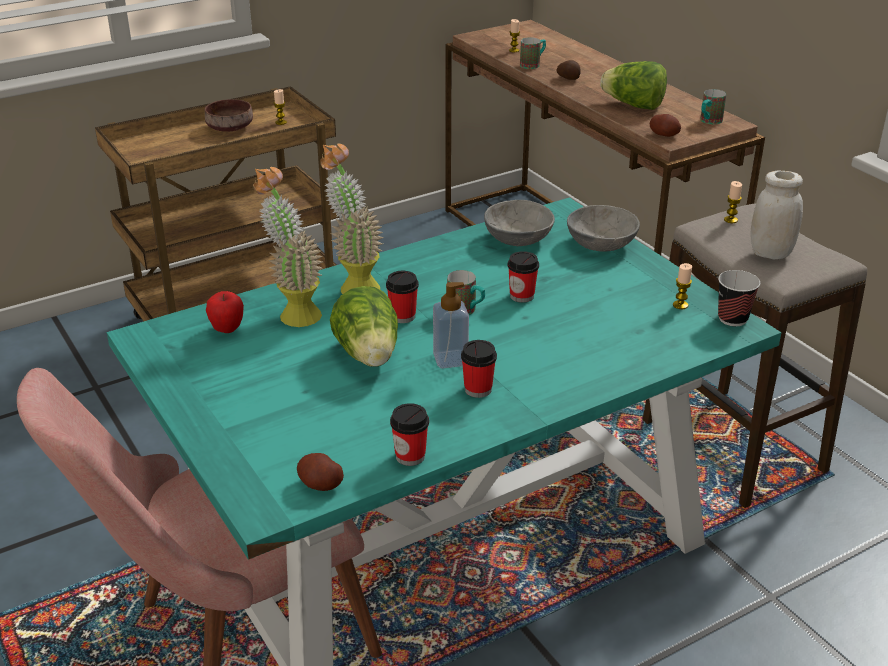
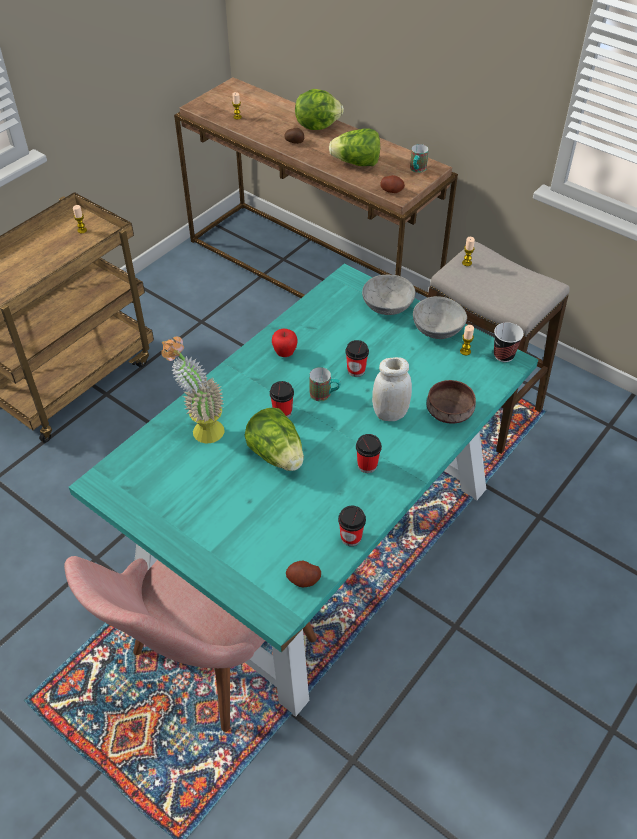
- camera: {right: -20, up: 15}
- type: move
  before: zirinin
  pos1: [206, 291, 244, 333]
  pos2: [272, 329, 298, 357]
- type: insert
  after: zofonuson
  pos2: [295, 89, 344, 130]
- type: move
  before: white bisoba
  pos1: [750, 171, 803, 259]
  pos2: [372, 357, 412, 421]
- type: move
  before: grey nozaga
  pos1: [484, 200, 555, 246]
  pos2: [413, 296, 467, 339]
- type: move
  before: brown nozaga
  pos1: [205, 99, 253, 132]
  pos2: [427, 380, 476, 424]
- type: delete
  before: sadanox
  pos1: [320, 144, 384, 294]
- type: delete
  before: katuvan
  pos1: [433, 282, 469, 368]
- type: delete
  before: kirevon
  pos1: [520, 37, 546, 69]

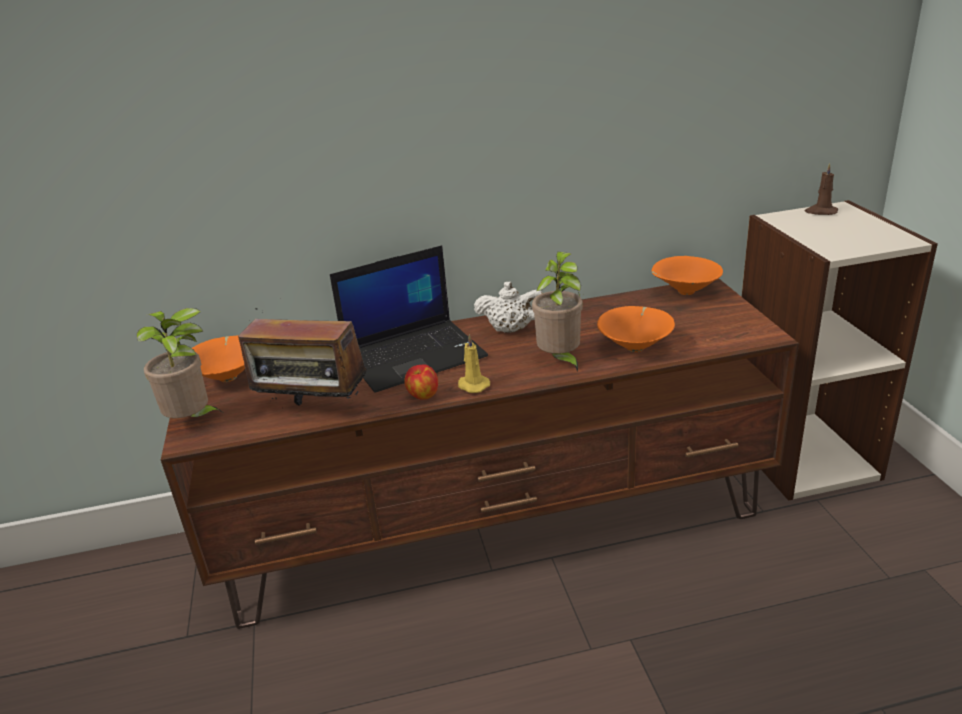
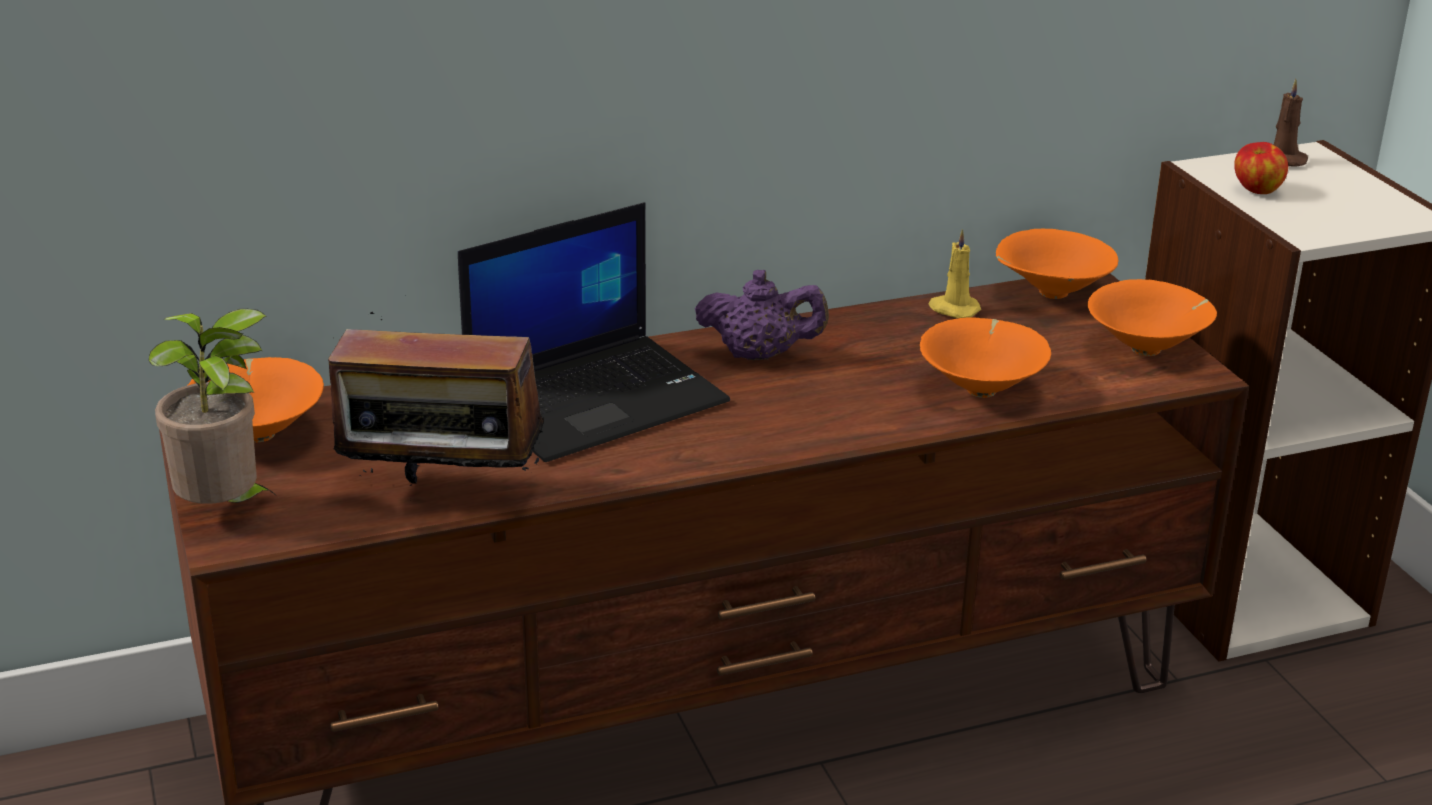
- camera: {right: -10, up: 0}
- type: recolor
  before: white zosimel
  after: purple zosimel
  pos1: [474, 282, 543, 333]
  pos2: [695, 270, 829, 360]
- type: move
  before: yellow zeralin
  pos1: [458, 334, 490, 393]
  pos2: [929, 229, 981, 318]
- type: insert
  after: orange nozaga
  pos2: [1087, 279, 1217, 356]
- type: move
  before: zirinin
  pos1: [404, 364, 438, 400]
  pos2: [1234, 142, 1288, 194]
- type: delete
  before: sadanox
  pos1: [532, 252, 583, 372]

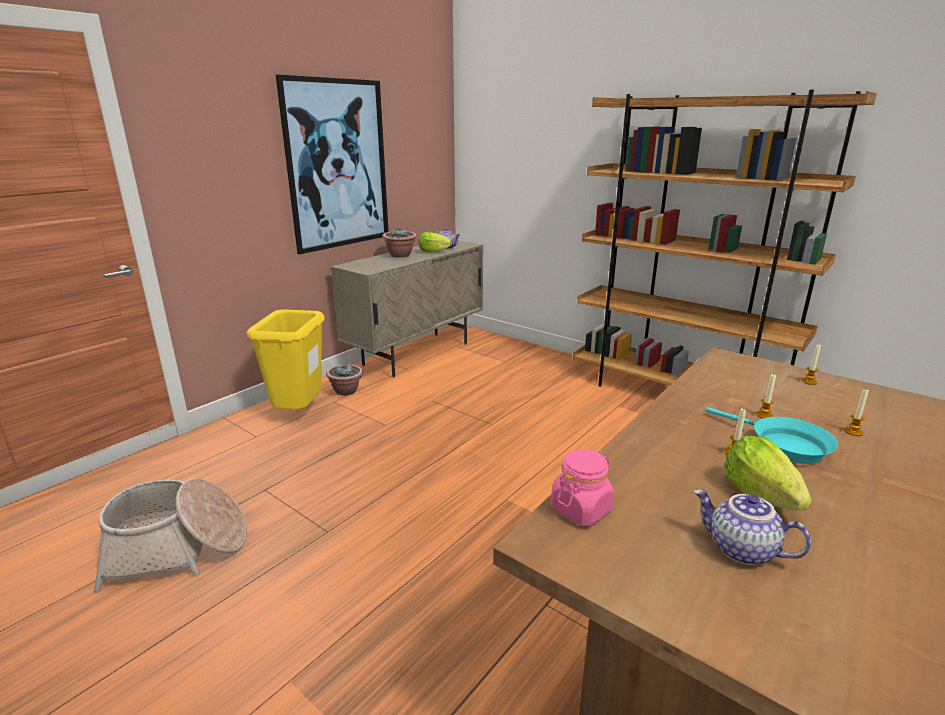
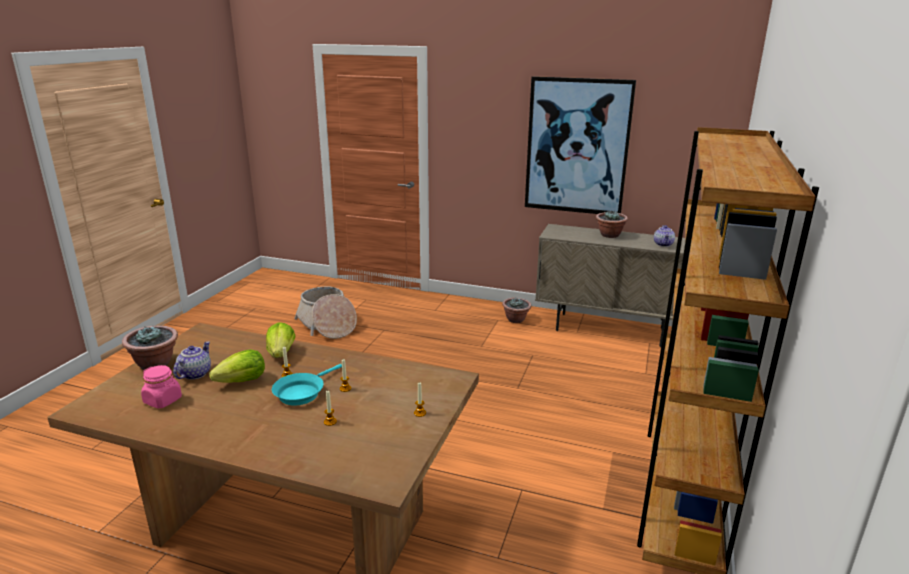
- camera: {right: 70, up: 0}
- type: insert
  after: sadanox
  pos2: [122, 326, 178, 370]
- type: move
  before: pink bisoba
  pos1: [551, 449, 615, 526]
  pos2: [141, 365, 182, 409]
- type: move
  before: zofonuson
  pos1: [419, 232, 452, 253]
  pos2: [266, 322, 295, 358]
- type: delete
  before: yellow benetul
  pos1: [247, 310, 325, 410]

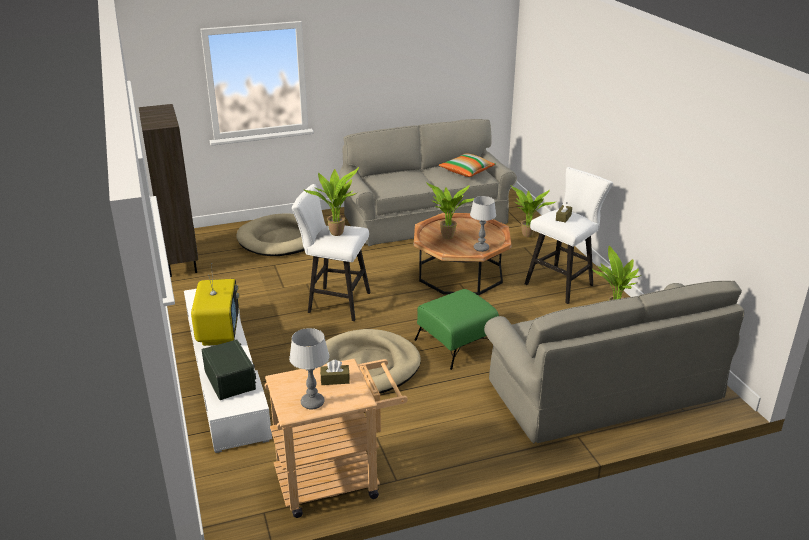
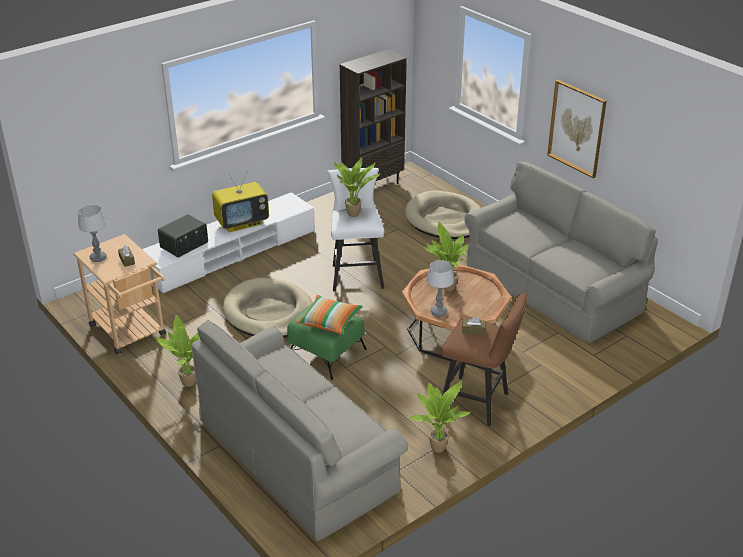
- camera: {right: 70, up: 5}
- type: move
  before: sadanox
  pos1: [510, 185, 555, 237]
  pos2: [156, 315, 200, 387]
- type: move
  before: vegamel
  pos1: [438, 153, 496, 177]
  pos2: [296, 295, 363, 335]
- type: recolor
  before: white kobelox
  after: brown kobelox
  pos1: [525, 167, 613, 304]
  pos2: [441, 293, 527, 426]
- type: insert
  after: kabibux
  pos2: [547, 80, 607, 178]

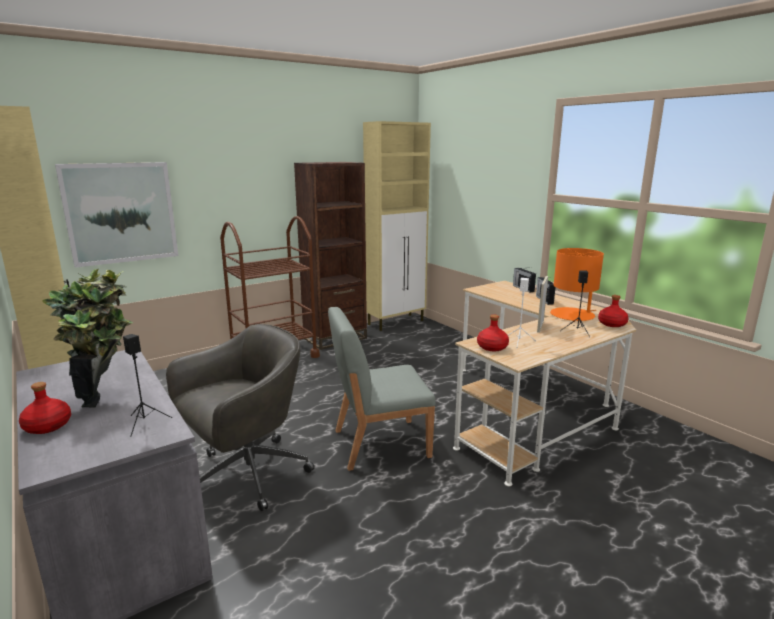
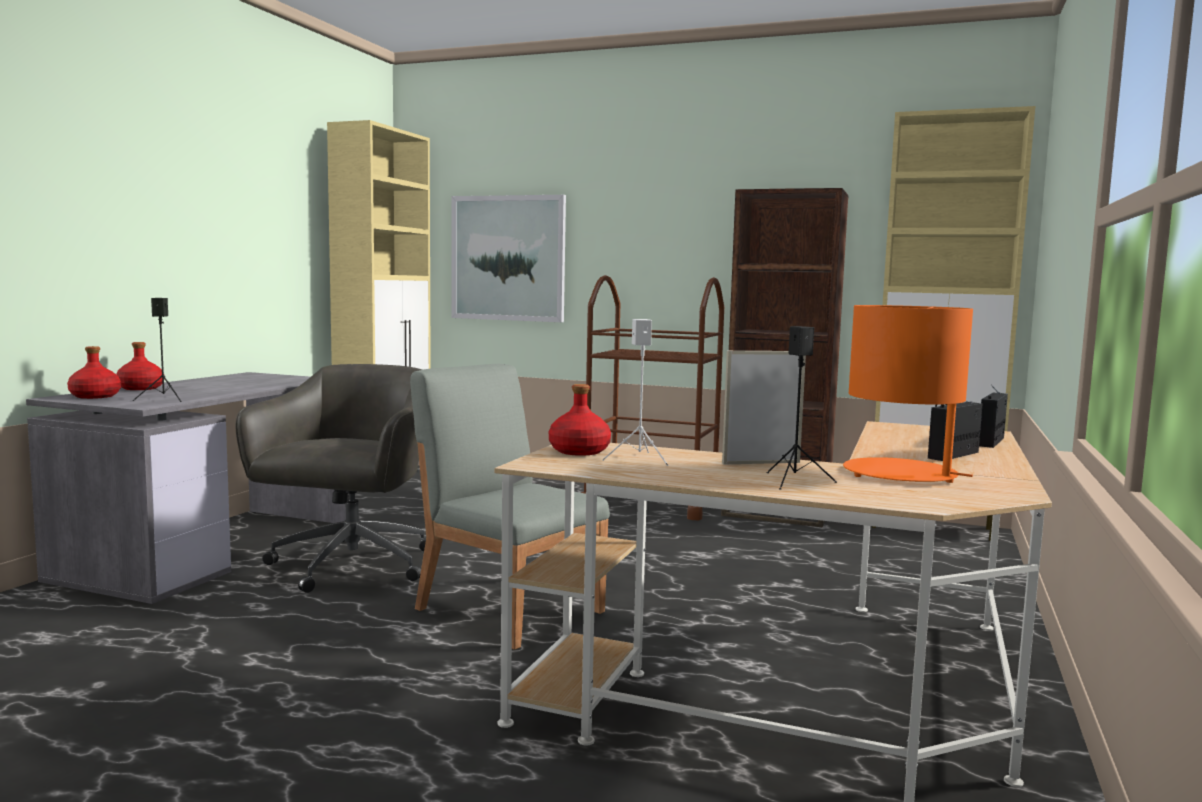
- camera: {right: 55, up: -10}
- type: move
  before: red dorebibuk
  pos1: [598, 295, 629, 327]
  pos2: [67, 346, 121, 399]
- type: rotate
  before: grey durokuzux
  pos1: [166, 324, 315, 511]
  pos2: [236, 364, 426, 593]
  turn: -90
- type: delete
  before: sadanox
  pos1: [43, 269, 133, 408]

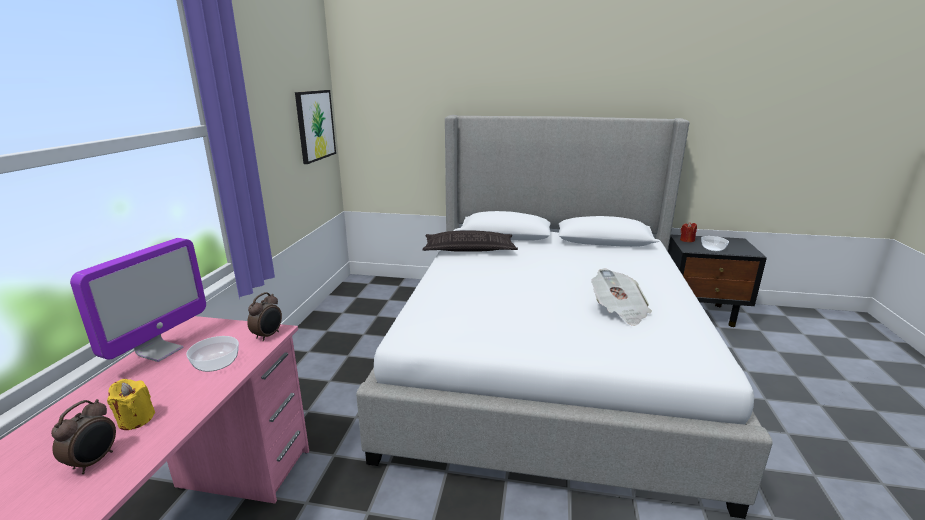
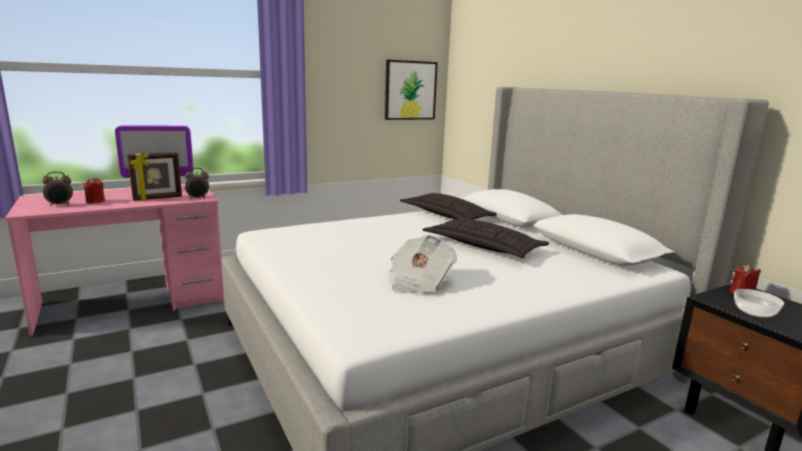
- camera: {right: 50, up: -5}
- type: recolor
  before: yellow zeralin
  after: red zeralin
  pos1: [107, 379, 155, 430]
  pos2: [83, 178, 105, 204]
- type: replace
  before: nozaga
  after: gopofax
  pos1: [186, 336, 239, 372]
  pos2: [127, 152, 182, 201]
- type: insert
  after: vegamel
  pos2: [423, 219, 549, 258]

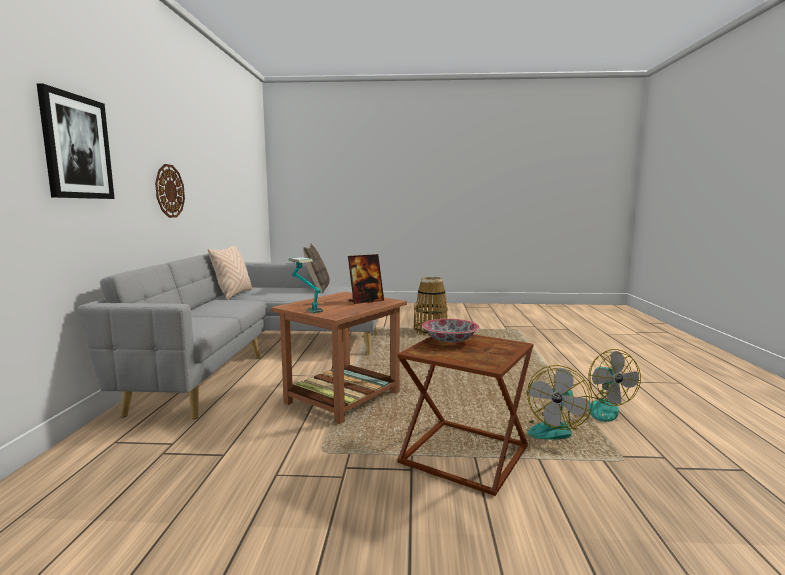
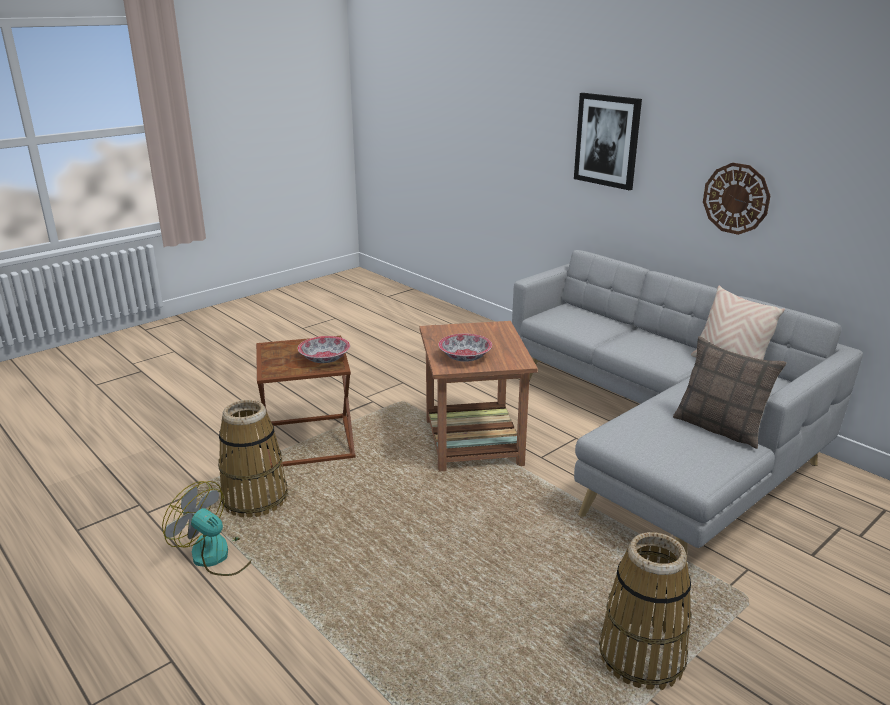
- camera: {right: 135, up: 15}
- type: replace
  before: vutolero
  after: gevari
  pos1: [527, 365, 593, 440]
  pos2: [218, 400, 288, 518]
- type: replace
  before: gopofax
  after: nozaga
  pos1: [348, 254, 384, 304]
  pos2: [438, 334, 492, 362]
- type: delete
  before: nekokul
  pos1: [288, 257, 323, 313]

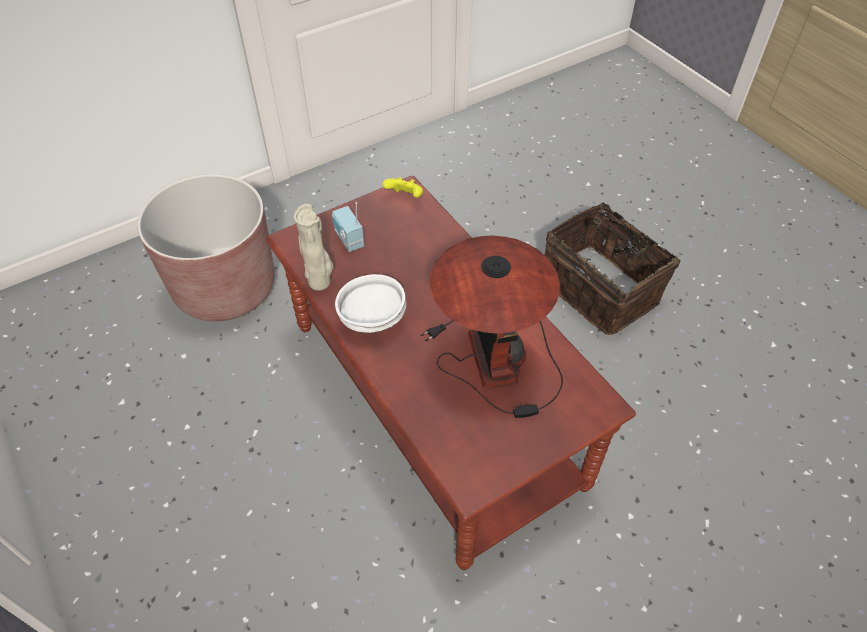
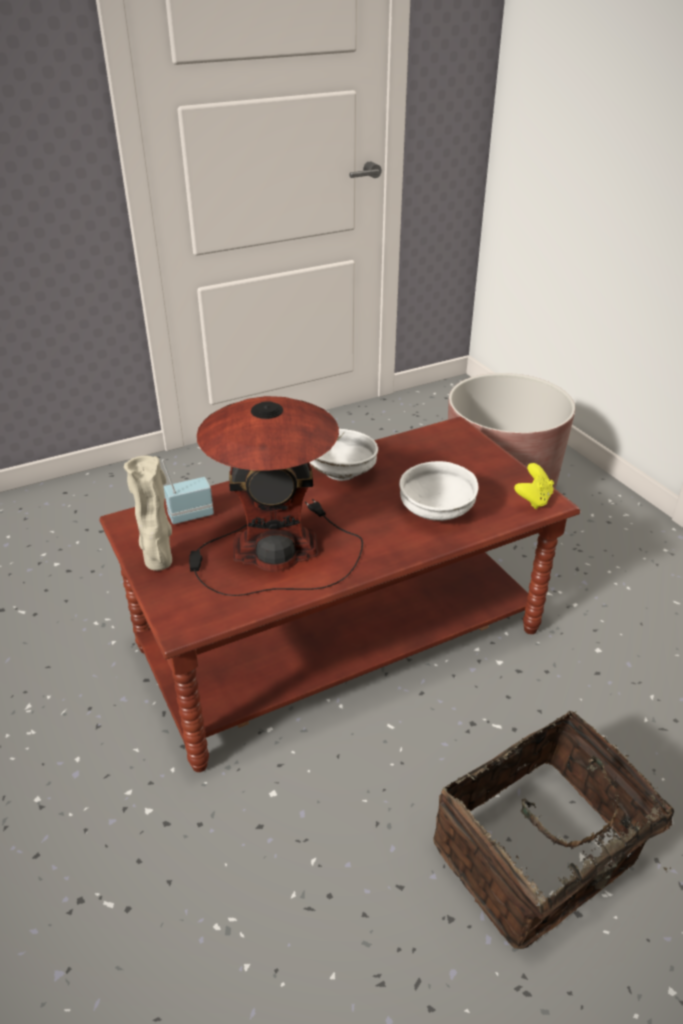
- camera: {right: 95, up: -15}
- type: move
  before: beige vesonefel
  pos1: [294, 204, 333, 291]
  pos2: [124, 456, 172, 571]
- type: move
  before: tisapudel
  pos1: [332, 202, 364, 252]
  pos2: [162, 459, 214, 524]
- type: insert
  after: white nozaga
  pos2: [399, 461, 478, 521]

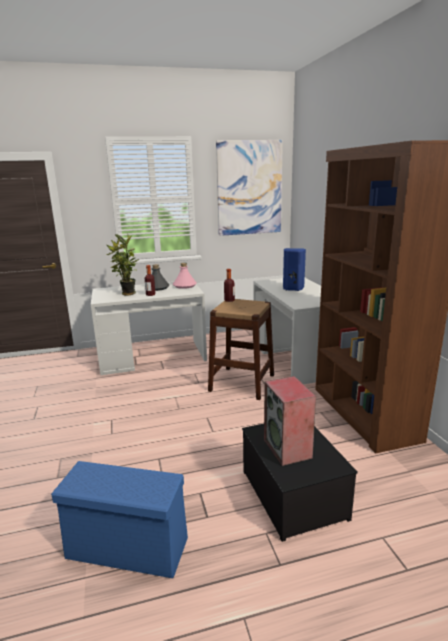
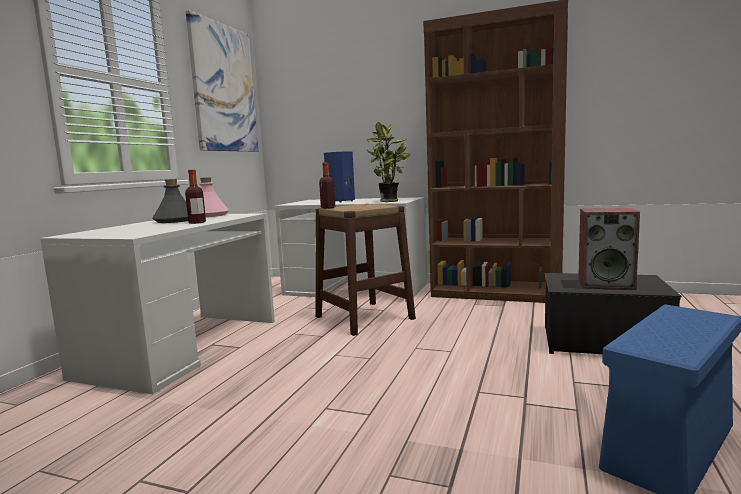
- camera: {right: -55, up: -10}
- type: move
  before: sadanox
  pos1: [106, 234, 139, 296]
  pos2: [366, 122, 410, 202]

